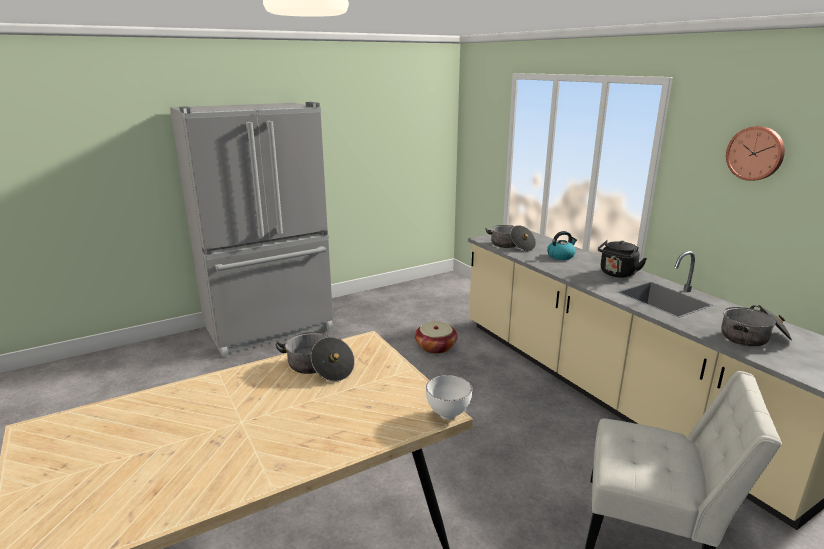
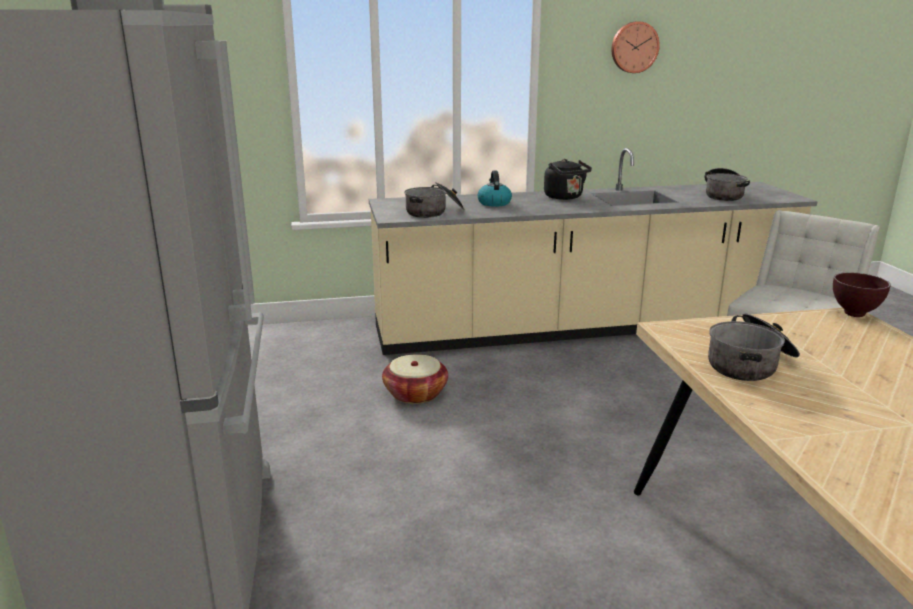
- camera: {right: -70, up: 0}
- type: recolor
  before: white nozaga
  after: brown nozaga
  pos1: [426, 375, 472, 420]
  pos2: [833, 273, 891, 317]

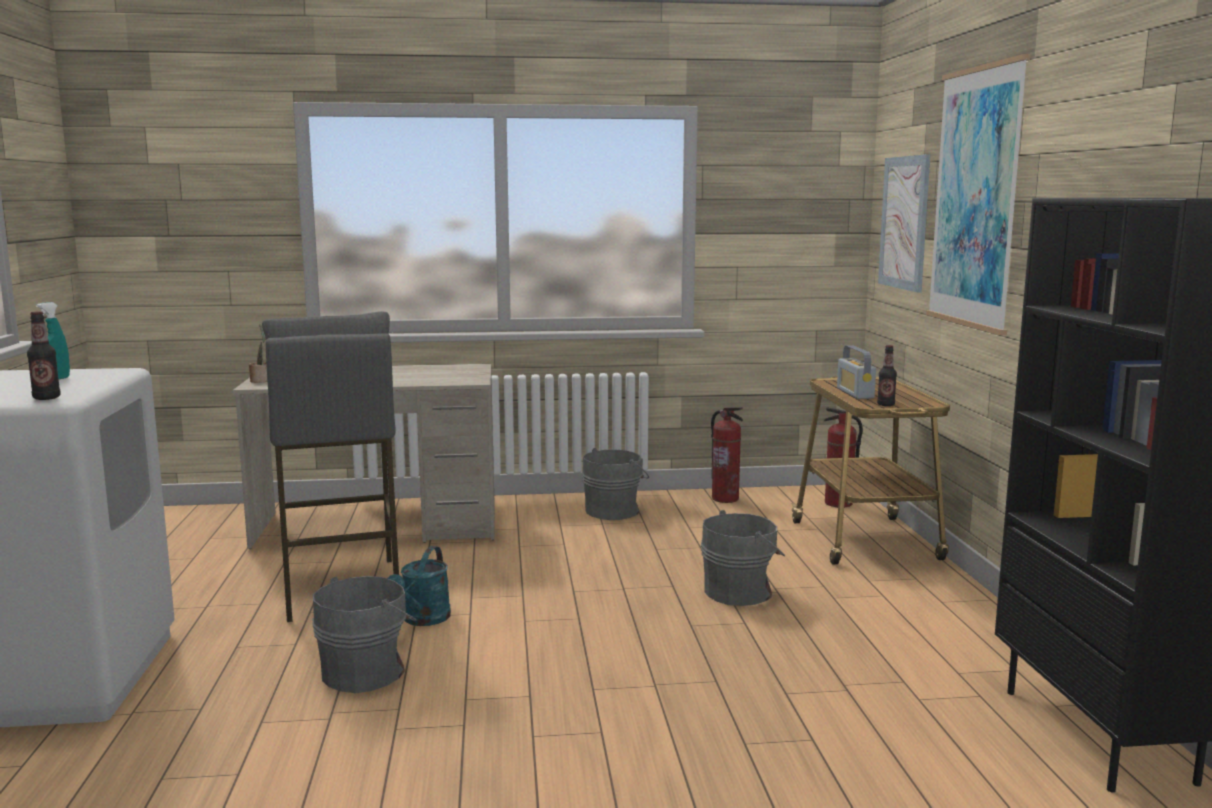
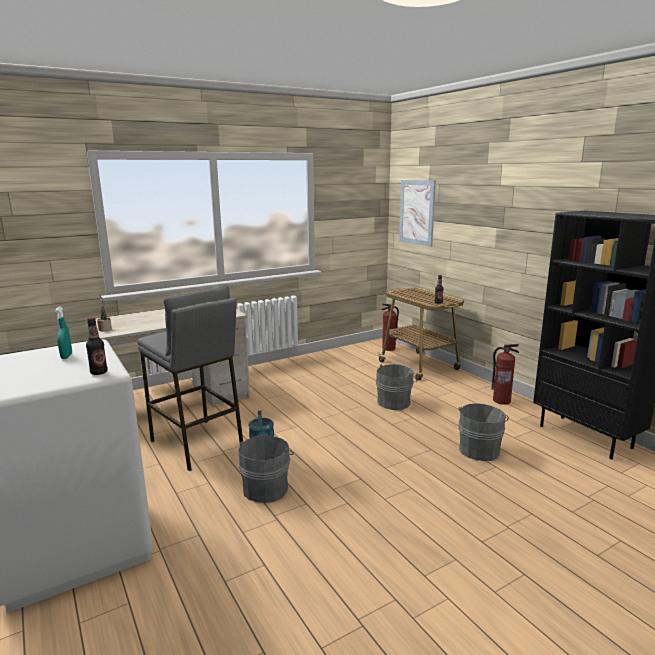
- camera: {right: -25, up: 5}
- type: move
  before: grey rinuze
  pos1: [582, 448, 649, 520]
  pos2: [458, 403, 509, 461]
- type: move
  before: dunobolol
  pos1: [711, 407, 743, 503]
  pos2: [491, 344, 519, 405]
- type: delete
  before: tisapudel
  pos1: [837, 345, 876, 399]
- type: delete
  before: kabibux
  pos1: [926, 54, 1030, 335]

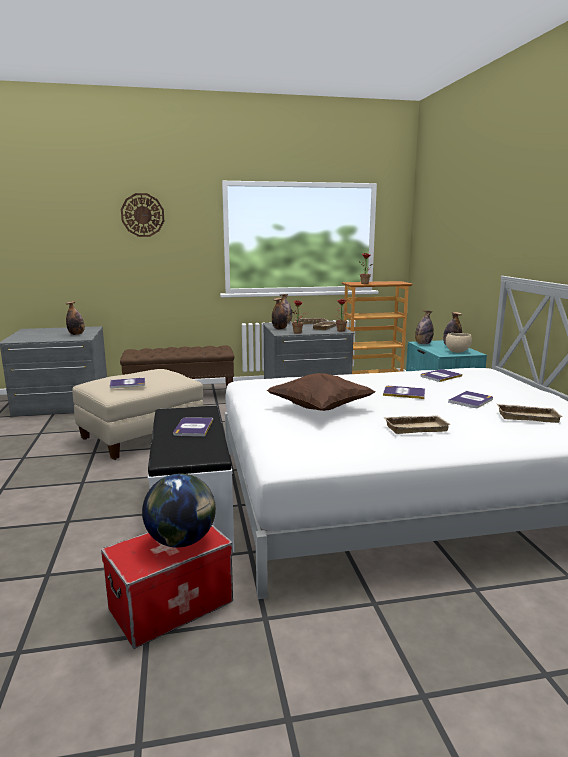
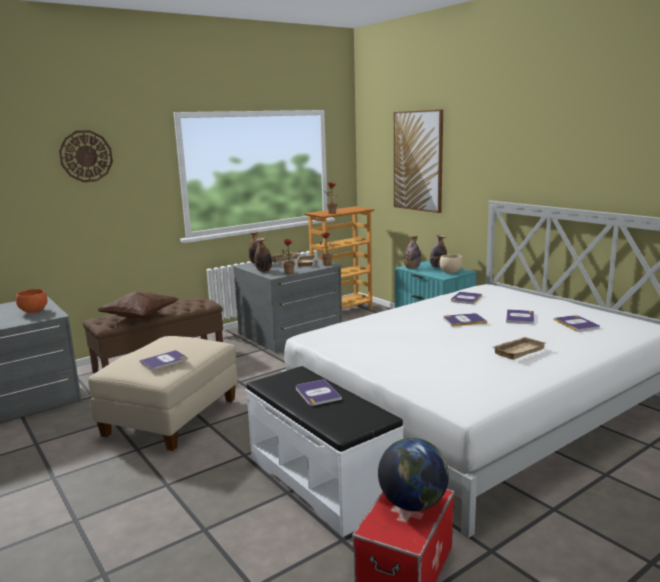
- camera: {right: -25, up: 0}
- type: replace
  before: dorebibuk
  after: orange nozaga
  pos1: [66, 301, 85, 335]
  pos2: [16, 289, 48, 313]
- type: move
  before: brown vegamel
  pos1: [266, 373, 375, 411]
  pos2: [98, 291, 178, 318]
- type: insert
  after: kabibux
  pos2: [394, 109, 443, 213]
- type: replace
  before: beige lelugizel
  after: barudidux
  pos1: [497, 404, 562, 423]
  pos2: [554, 315, 600, 332]

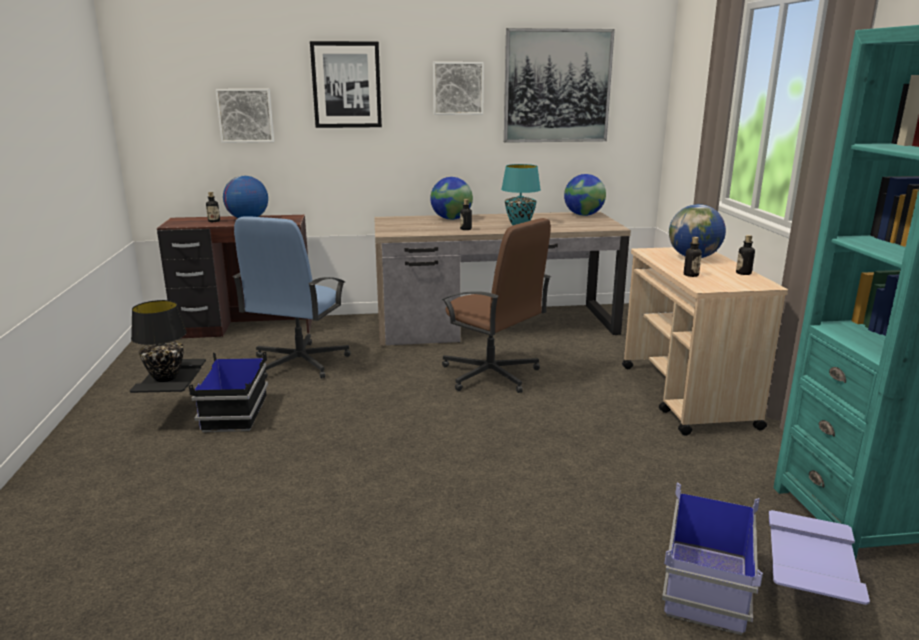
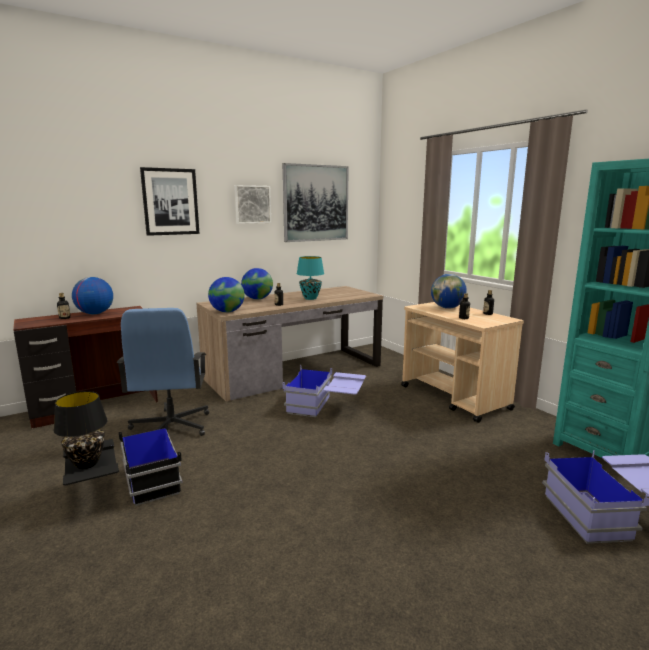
- camera: {right: -25, up: -5}
- type: move
  before: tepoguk
  pos1: [564, 174, 606, 216]
  pos2: [208, 277, 245, 313]
- type: replace
  before: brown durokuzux
  after: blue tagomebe
  pos1: [442, 218, 551, 393]
  pos2: [283, 365, 366, 417]
- type: delete
  before: kabibux
  pos1: [215, 89, 274, 143]

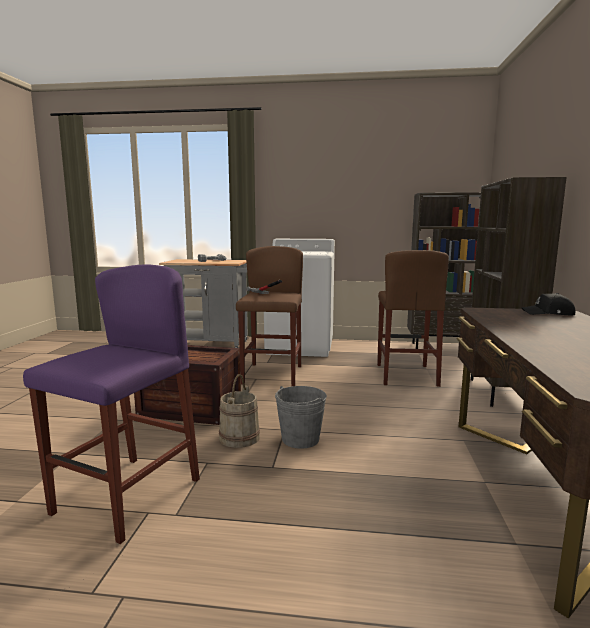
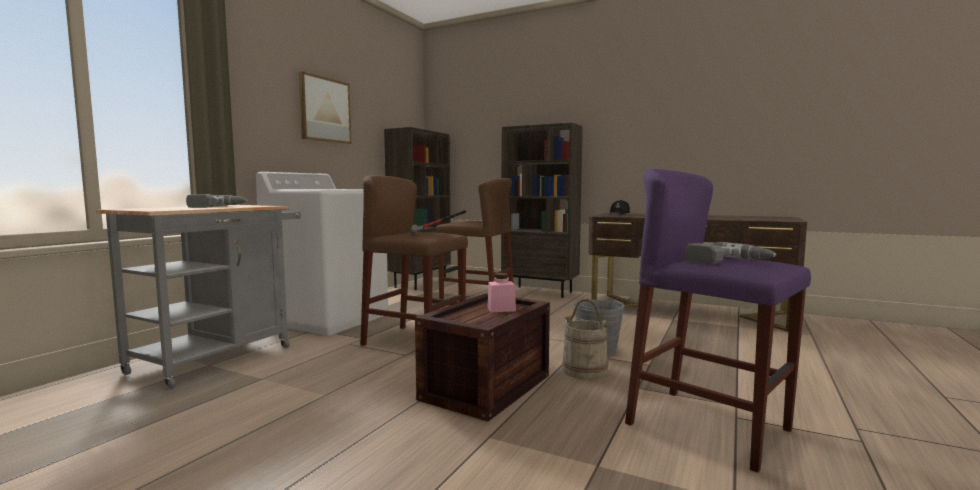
- camera: {right: -70, up: -5}
- type: insert
  after: kabibux
  pos2: [299, 71, 351, 144]
- type: insert
  after: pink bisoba
  pos2: [488, 273, 516, 312]
- type: insert
  after: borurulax
  pos2: [685, 242, 777, 264]

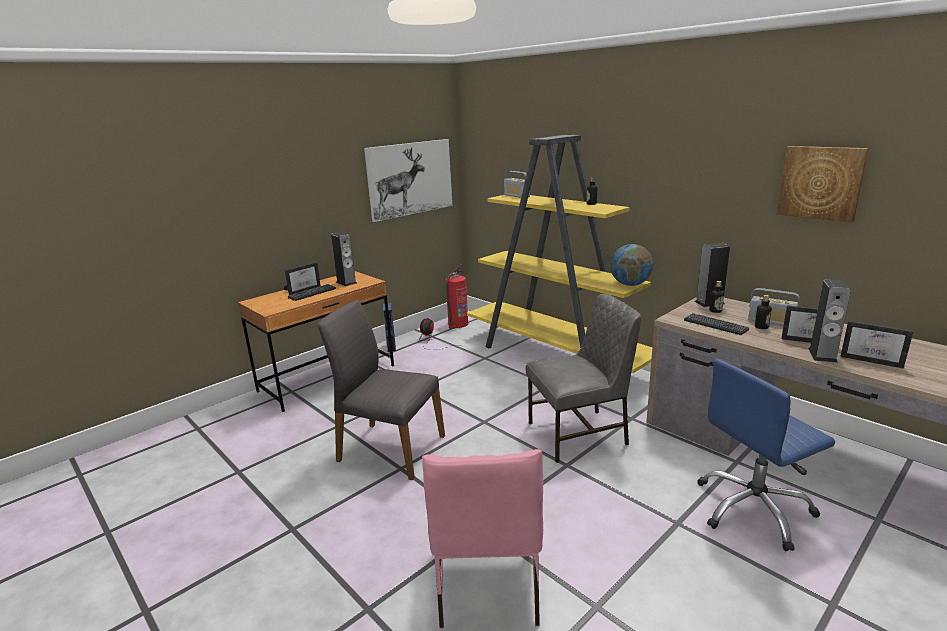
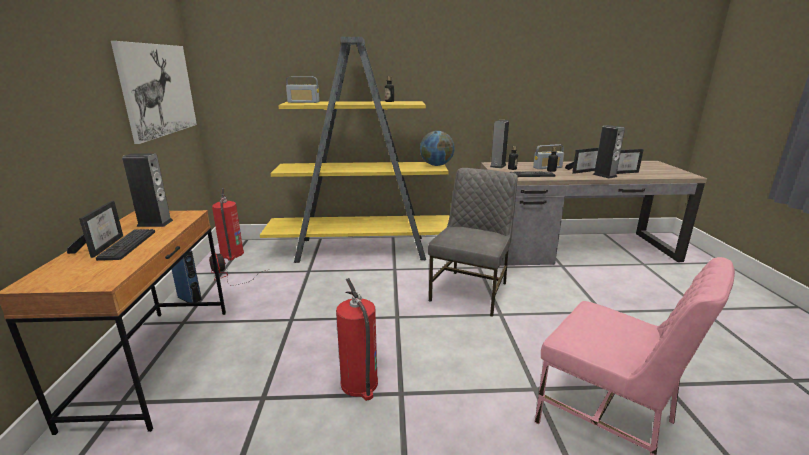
- camera: {right: -50, up: 0}
- type: replace
  before: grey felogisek
  after: dunobolol
  pos1: [318, 300, 445, 480]
  pos2: [336, 278, 378, 401]
- type: delete
  before: blue durokuzux
  pos1: [697, 359, 835, 551]
- type: delete
  before: kabibux
  pos1: [777, 146, 869, 222]

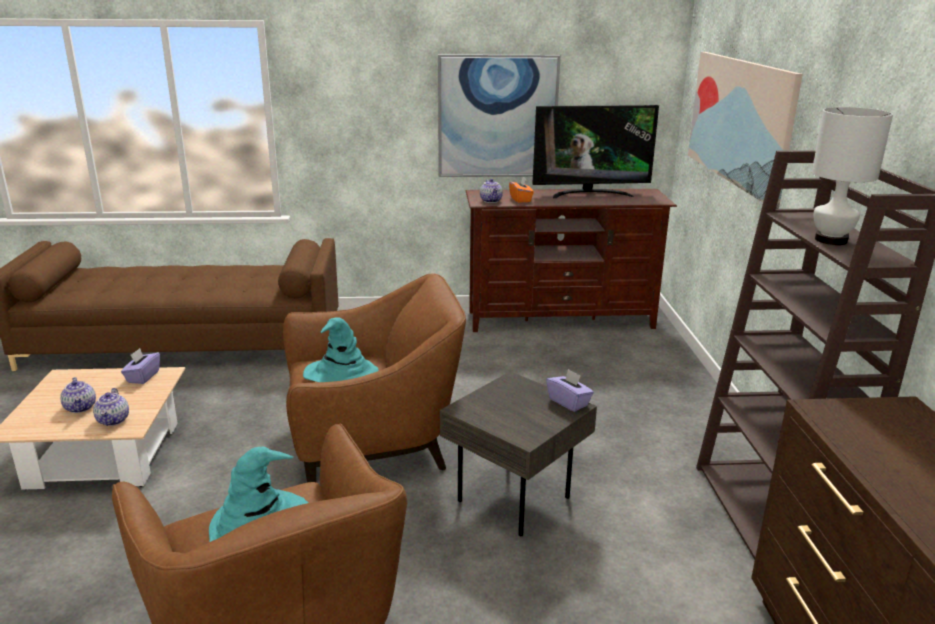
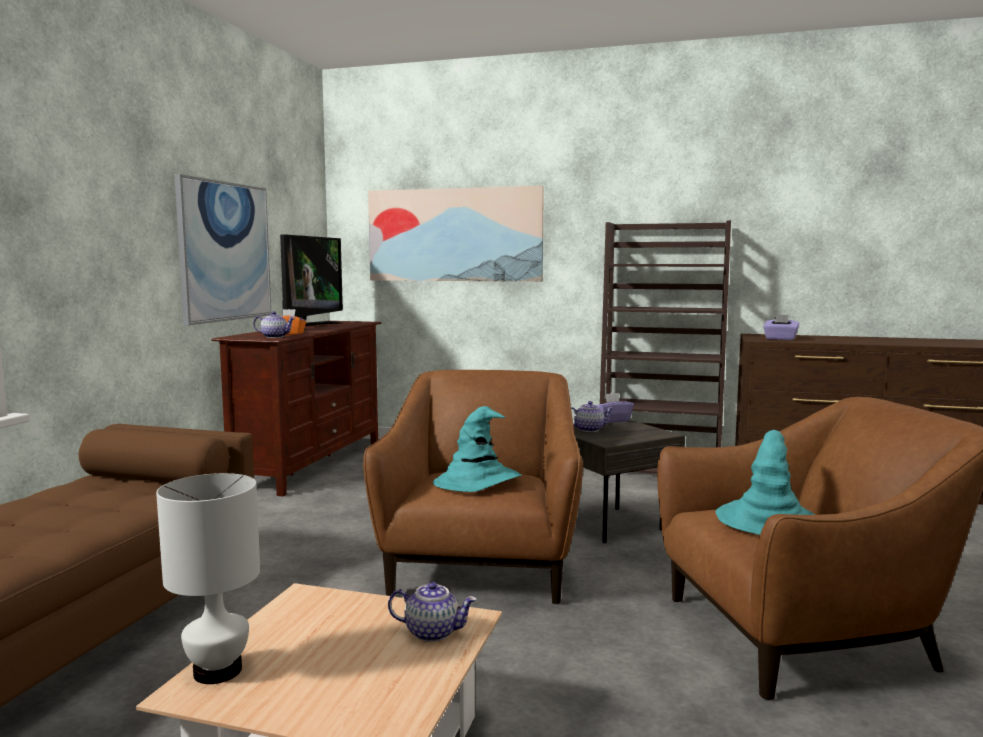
- camera: {right: -70, up: -15}
- type: move
  before: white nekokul
  pos1: [812, 107, 893, 245]
  pos2: [156, 473, 260, 684]
- type: move
  before: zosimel
  pos1: [60, 377, 96, 413]
  pos2: [571, 401, 614, 432]
- type: move
  before: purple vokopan
  pos1: [121, 348, 160, 384]
  pos2: [763, 314, 800, 340]

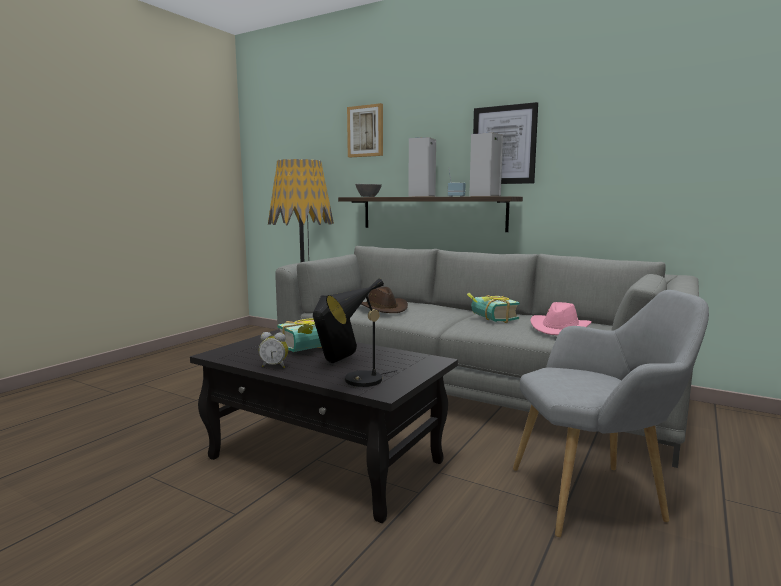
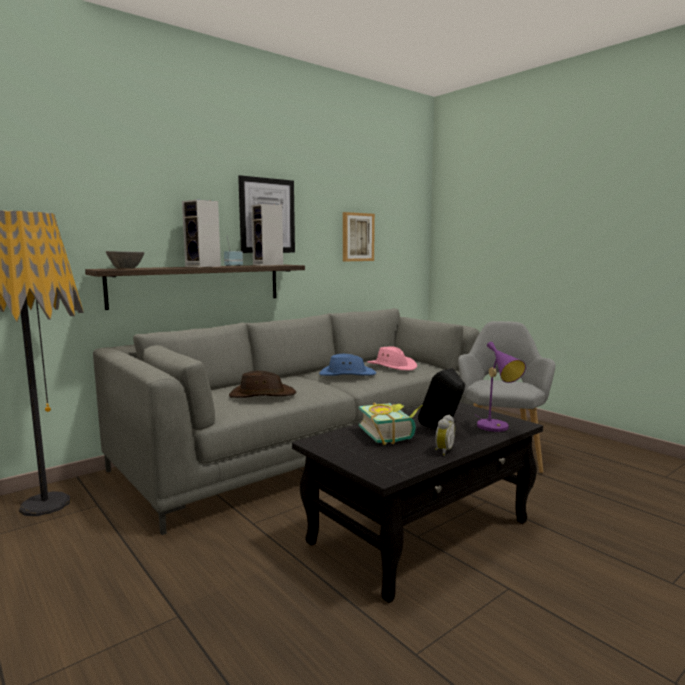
- camera: {right: -70, up: 0}
- type: replace
  before: barudidux
  after: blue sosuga
  pos1: [467, 293, 520, 323]
  pos2: [319, 354, 377, 376]
- type: move
  before: kabibux
  pos1: [347, 103, 383, 157]
  pos2: [343, 212, 375, 261]
- type: recolor
  before: black nekokul
  after: purple nekokul
  pos1: [326, 278, 398, 387]
  pos2: [476, 342, 526, 432]

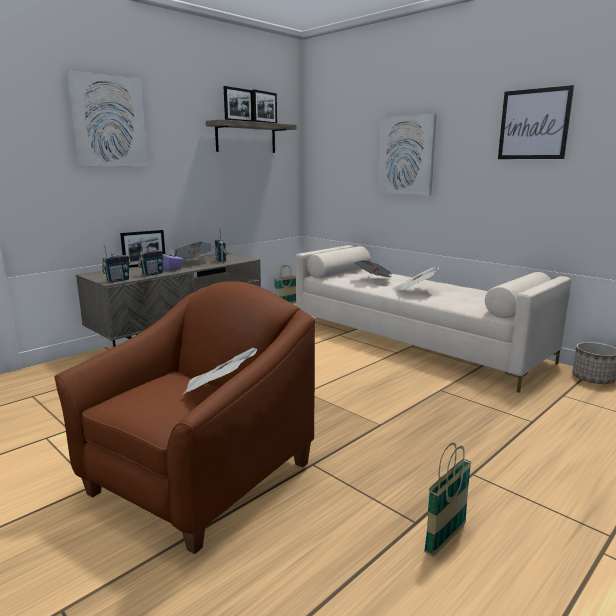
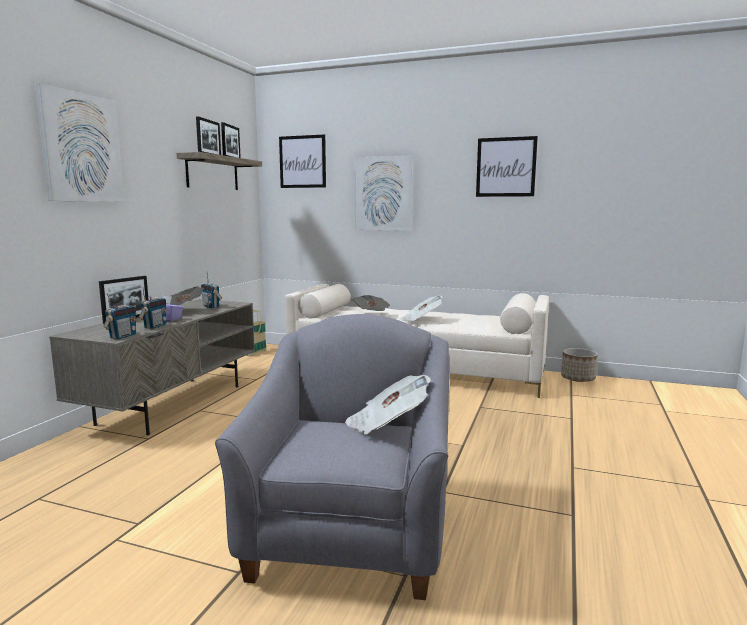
- camera: {right: -25, up: -5}
- type: recolor
  before: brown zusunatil
  after: grey zusunatil
  pos1: [55, 281, 315, 554]
  pos2: [215, 314, 449, 600]
- type: insert
  after: kabibux
  pos2: [279, 134, 326, 188]
- type: delete
  before: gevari
  pos1: [424, 442, 471, 556]

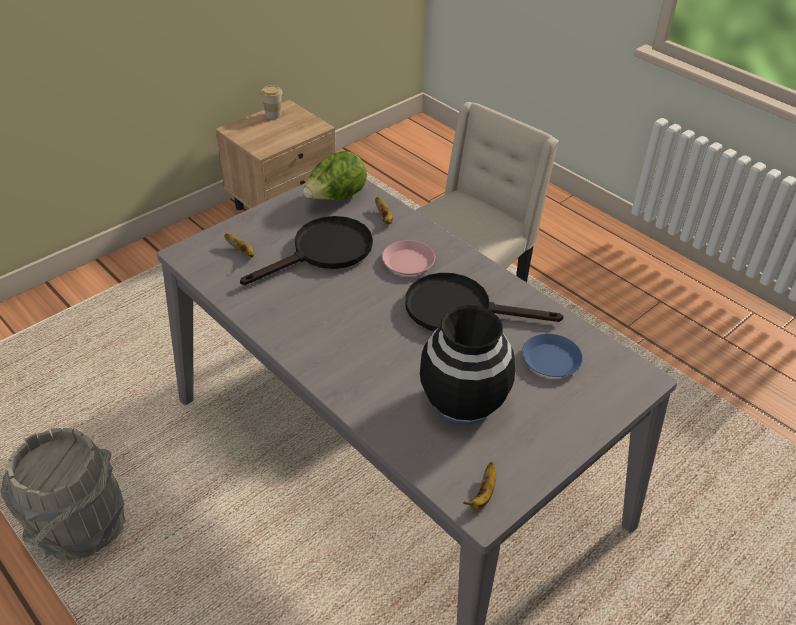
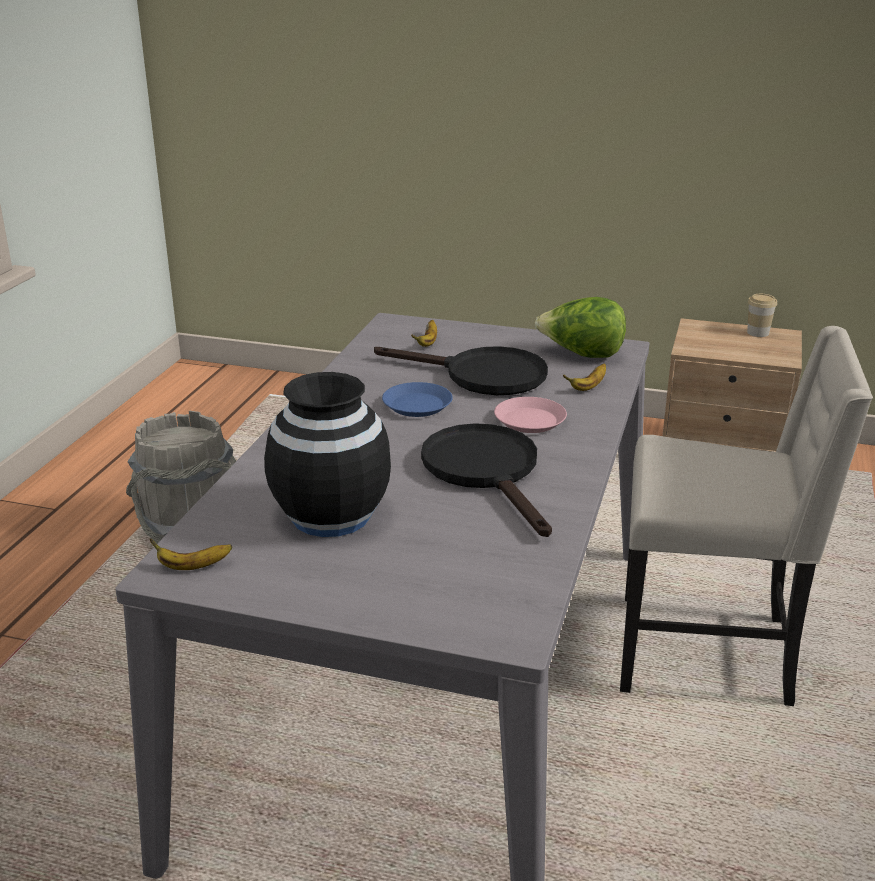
- camera: {right: 60, up: -15}
- type: move
  before: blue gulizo
  pos1: [522, 334, 583, 377]
  pos2: [382, 382, 453, 417]

